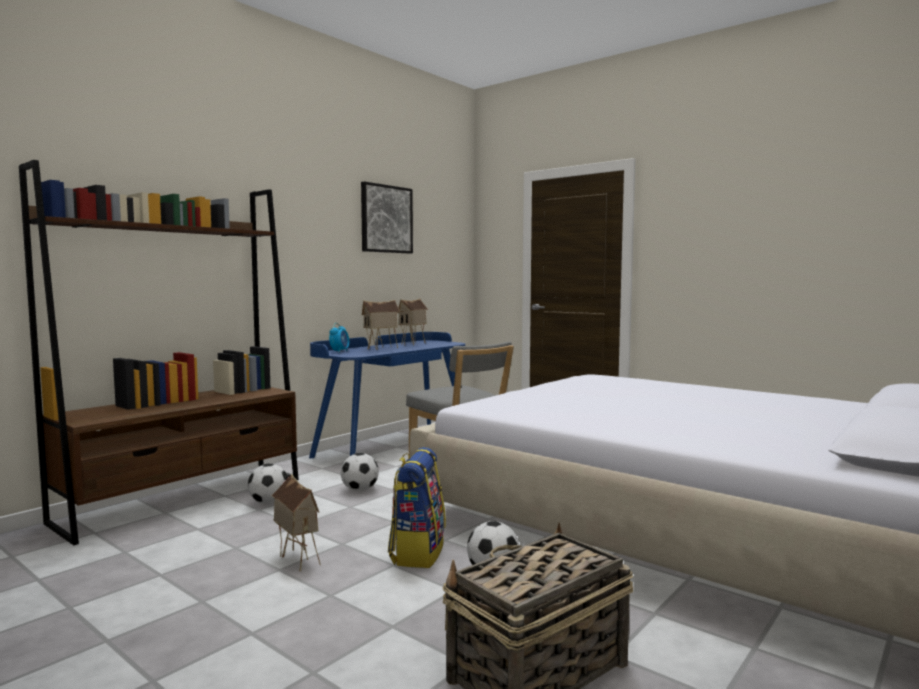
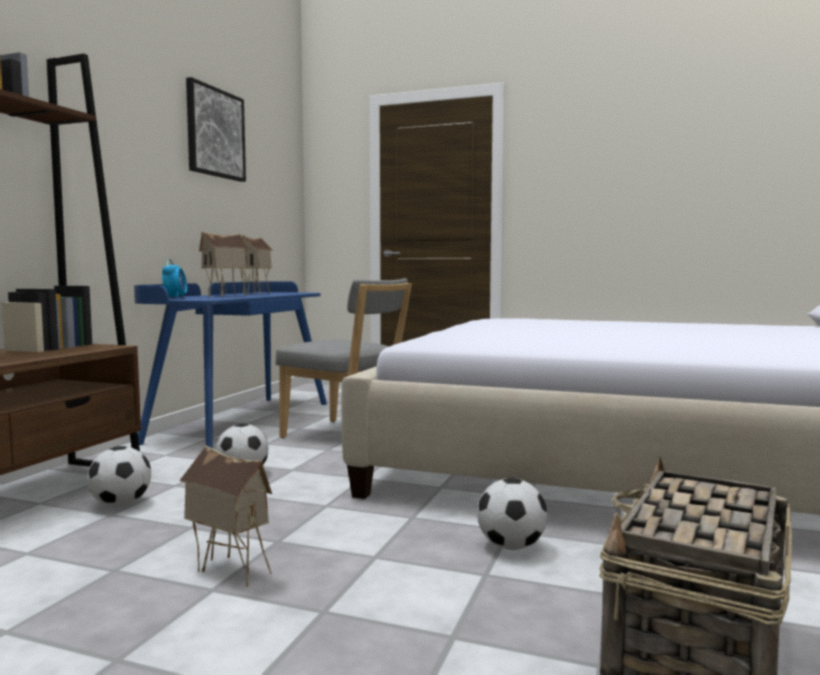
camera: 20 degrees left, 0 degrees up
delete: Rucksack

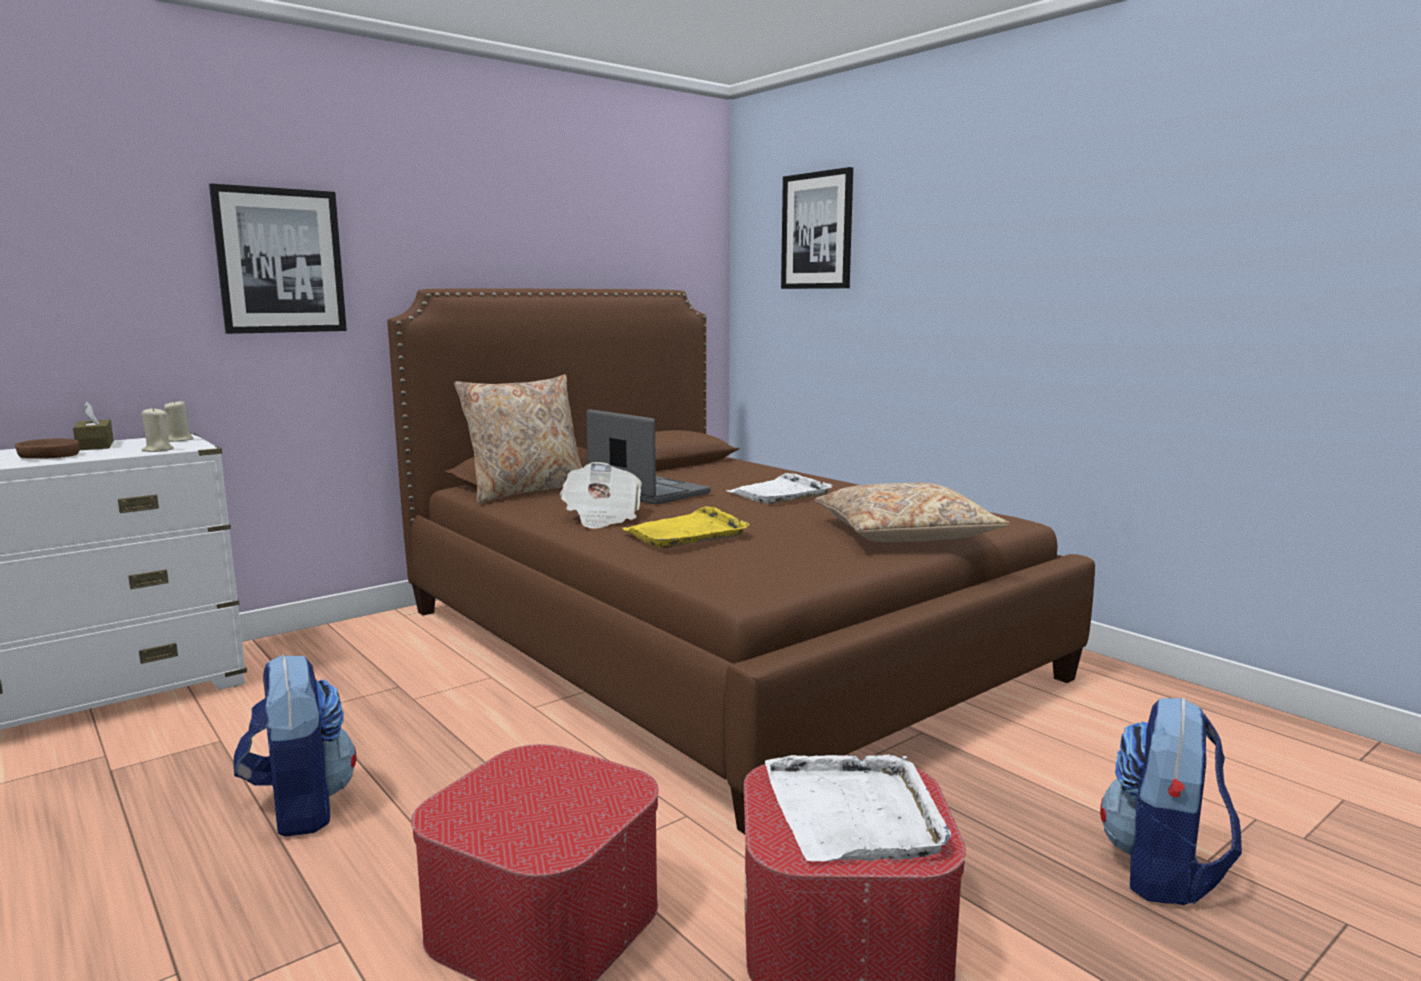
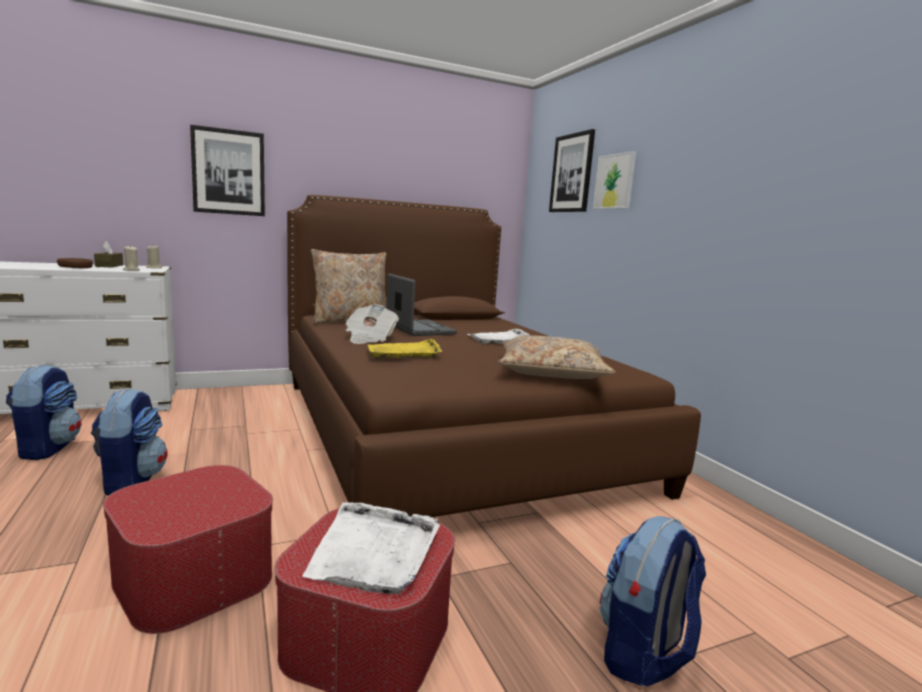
camera: 15 degrees right, 0 degrees up
insert: Rucksack (1st from left); Bild (3rd from left)

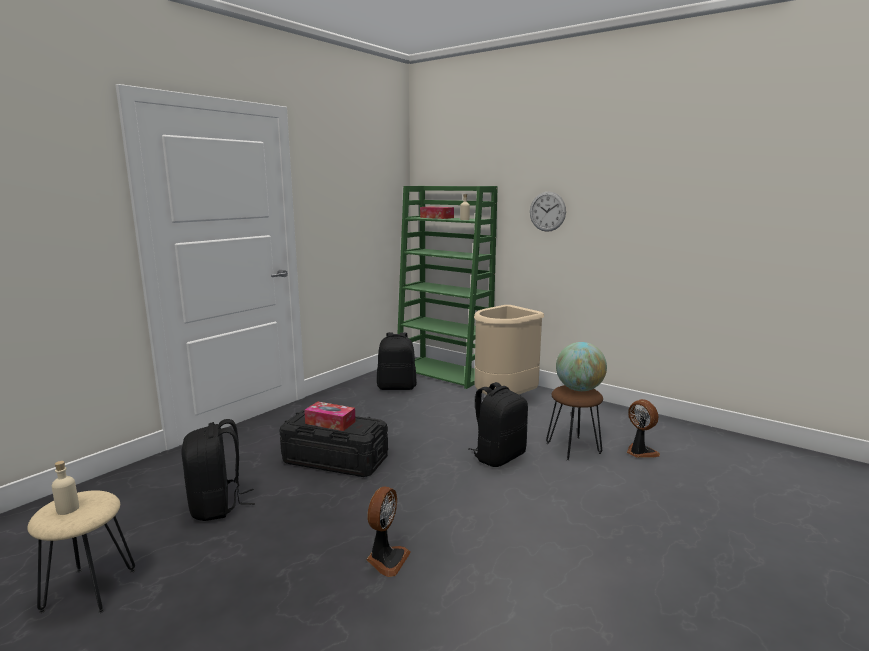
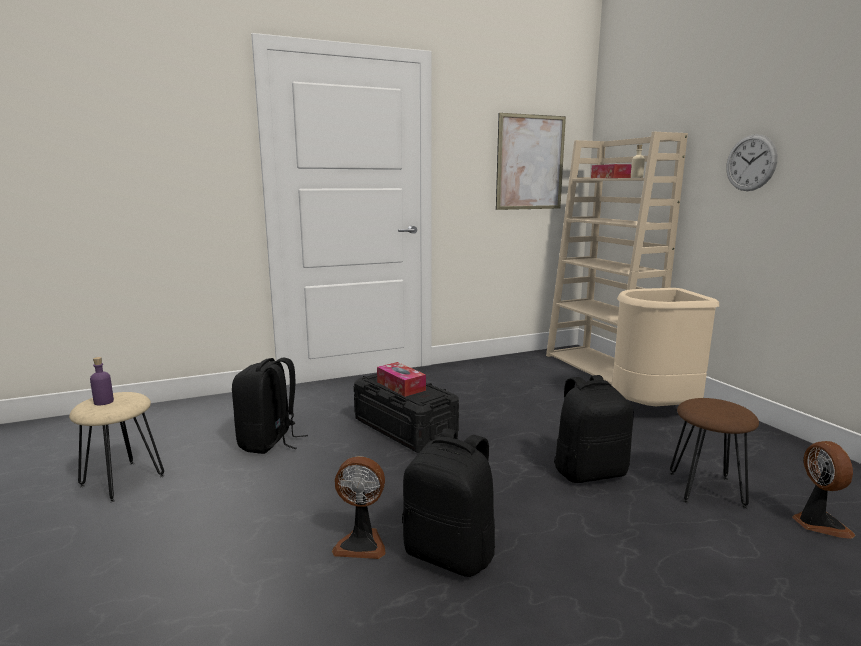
camera: 30 degrees right, 0 degrees up
delete: Globus
insert: Bild
move: Rucksack/schwarz (2nd from left)
recolor: Flasche/beige (1st from left) to Flasche/lila; Bücherregal/grün to Bücherregal/beige
rotate: Ventilator (1st from left) 45 degrees clockwise

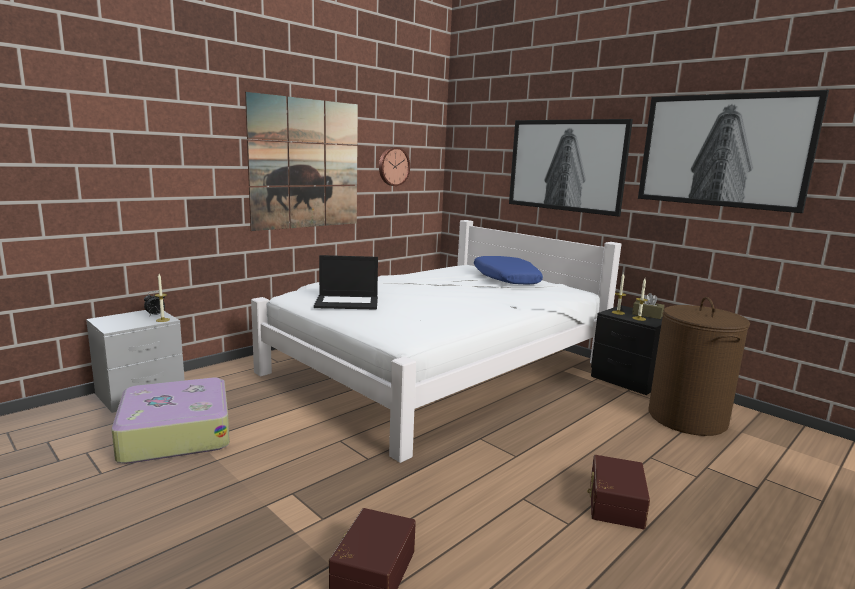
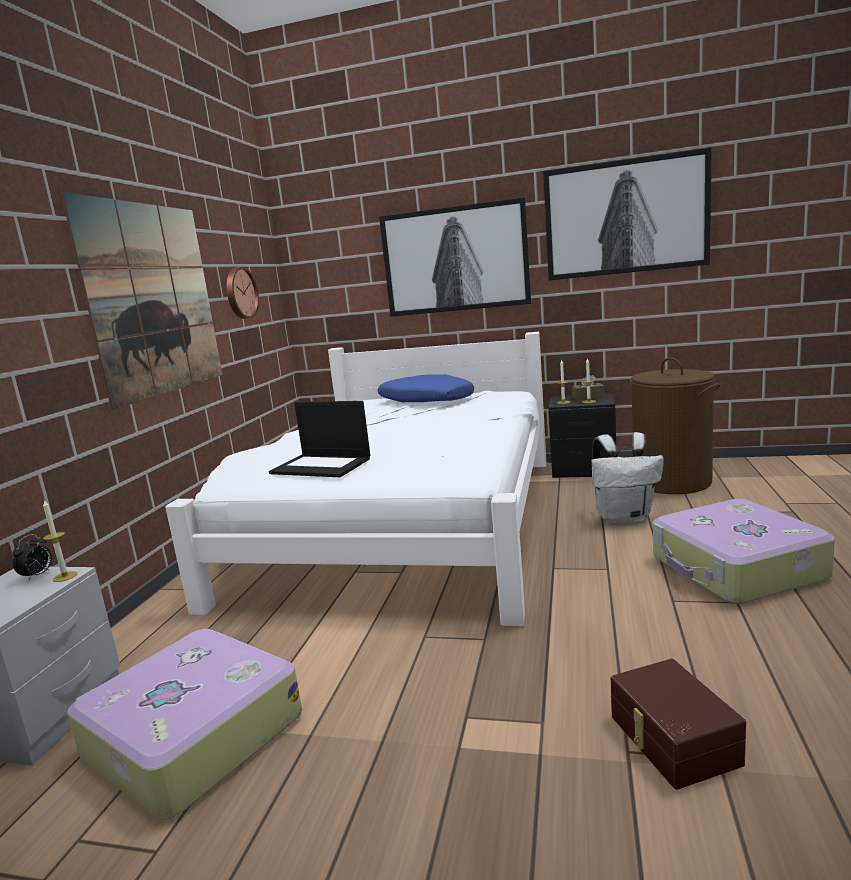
camera: 30 degrees left, 0 degrees up
insert: Rucksack/weiß
replace: Aufbewahrungsbox/braun (2nd from left) to Koffer (2nd from left)
rotate: Laptop 60 degrees clockwise

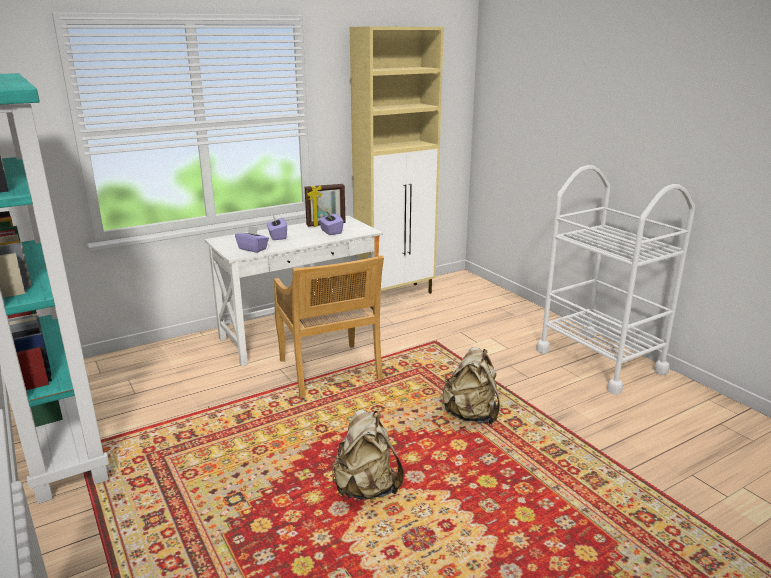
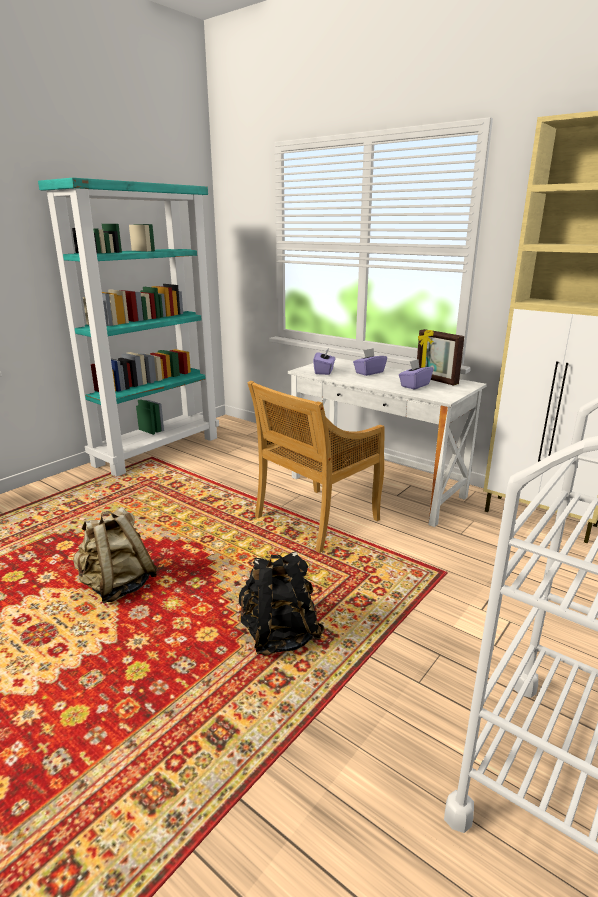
camera: 70 degrees right, 0 degrees up
recolor: Rucksack/beige (2nd from left) to Rucksack/schwarz

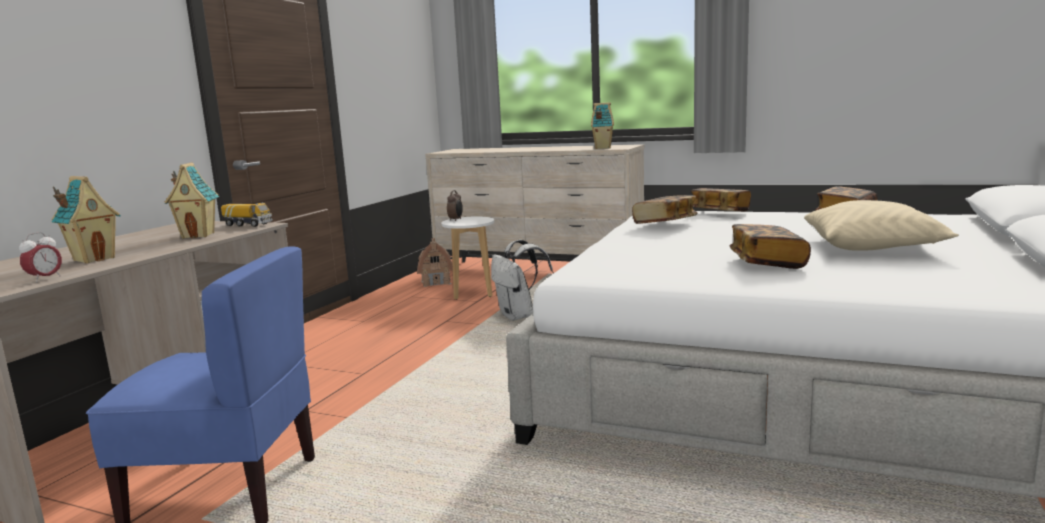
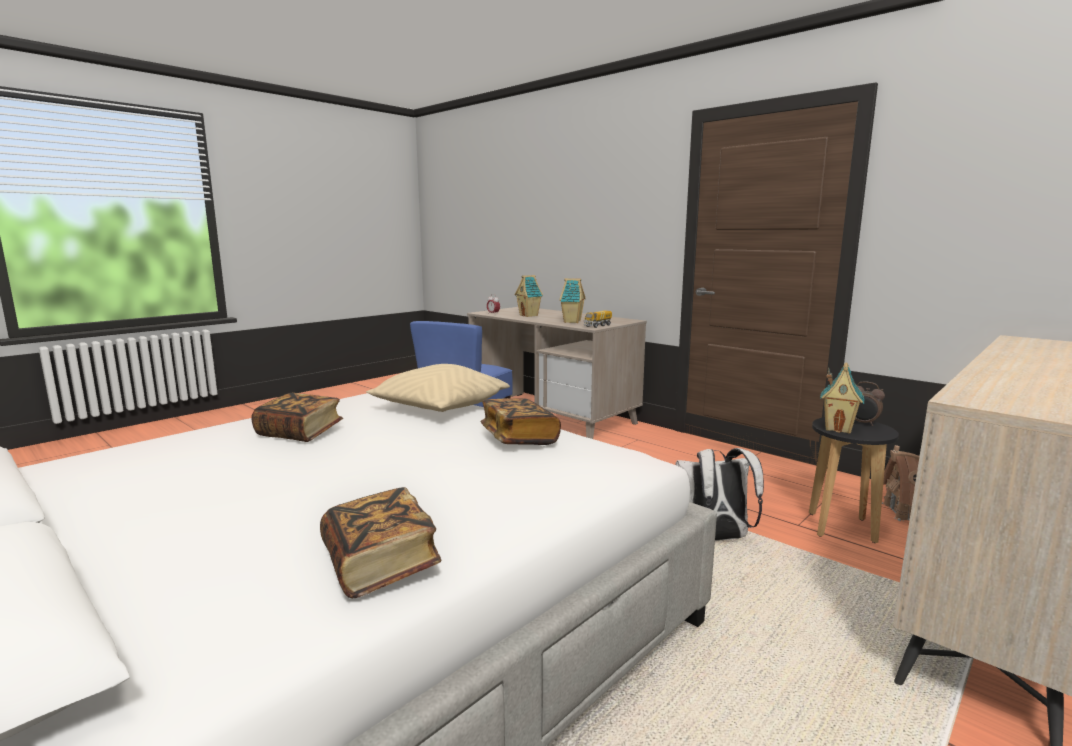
camera: 110 degrees right, 0 degrees up
delete: Buch (2nd from left)
move: Spielzeughaus (4th from left in the first image) to Spielzeughaus (3rd from left); Kissen/beige
recolor: Hocker/weiß to Hocker/schwarz

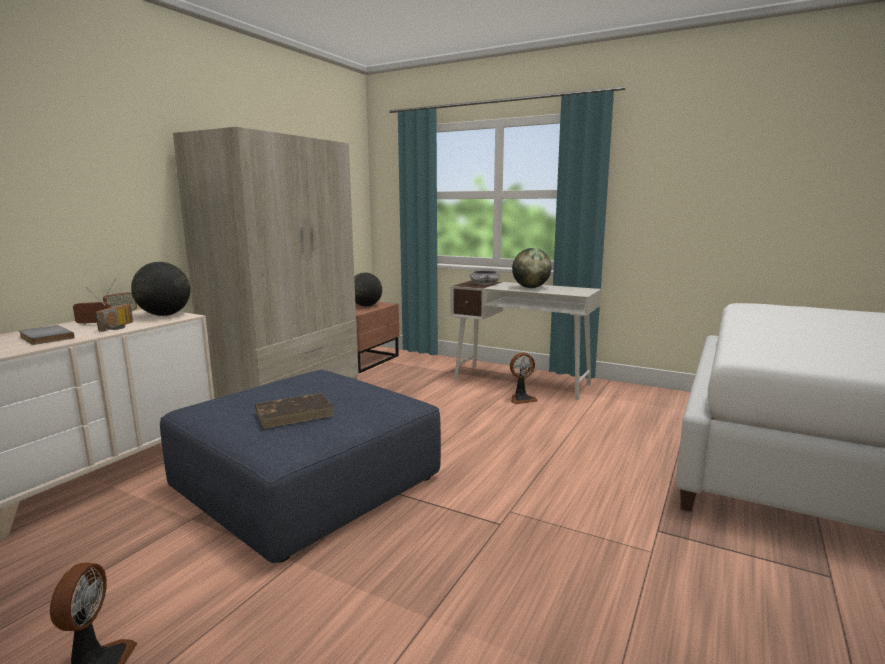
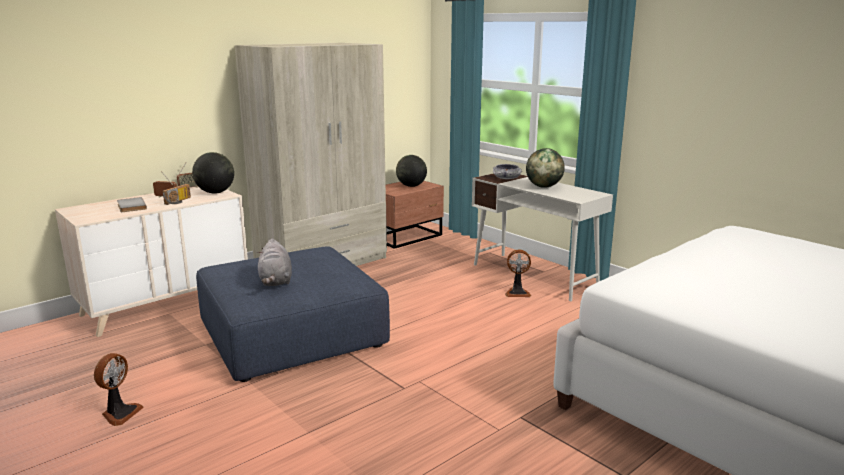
camera: 20 degrees right, 5 degrees up
replace: Buch/braun to Plüschtier/grau

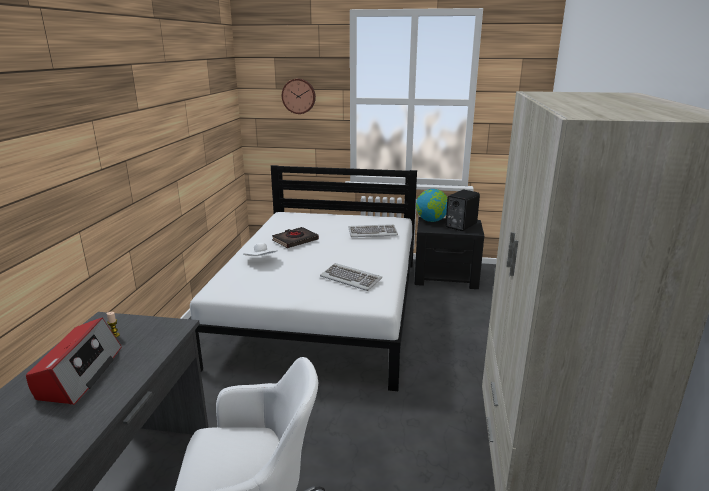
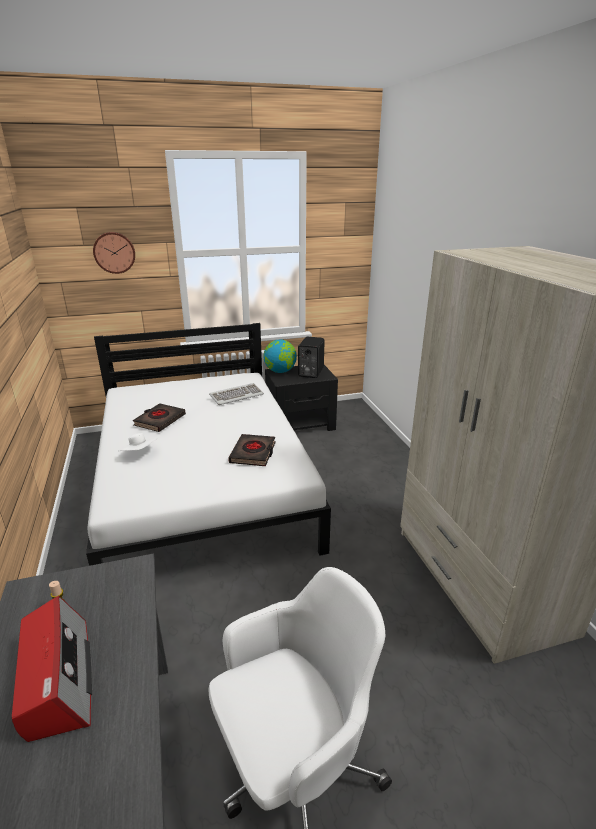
camera: 25 degrees left, 5 degrees up
replace: Tastatur (1st from left) to Buch/schwarz (2nd from left)

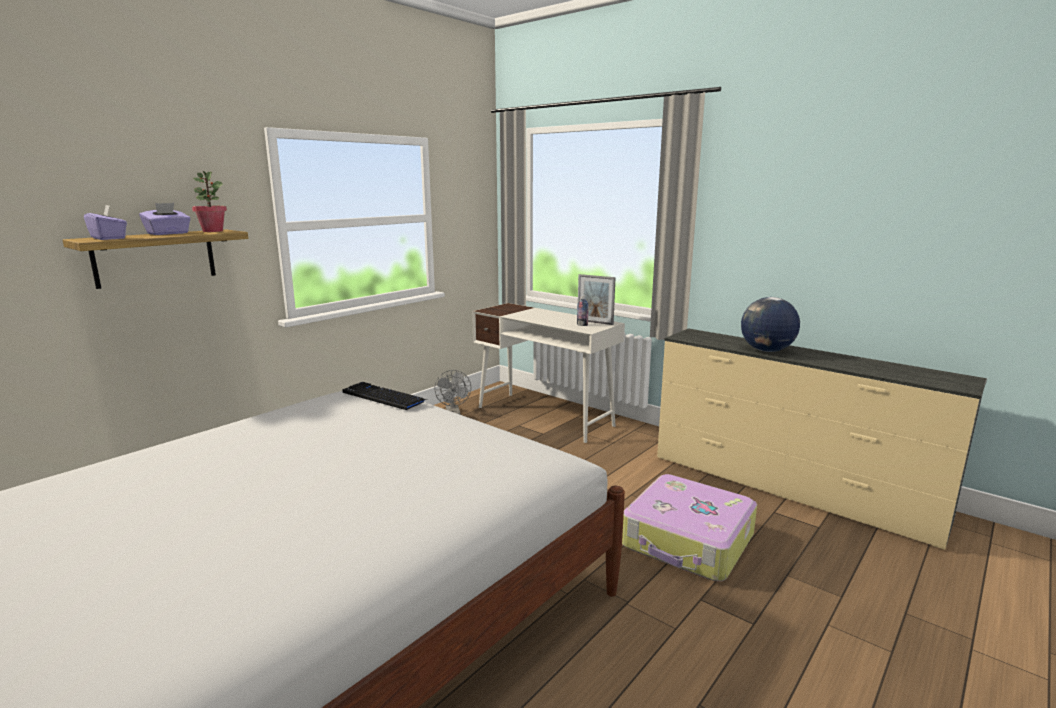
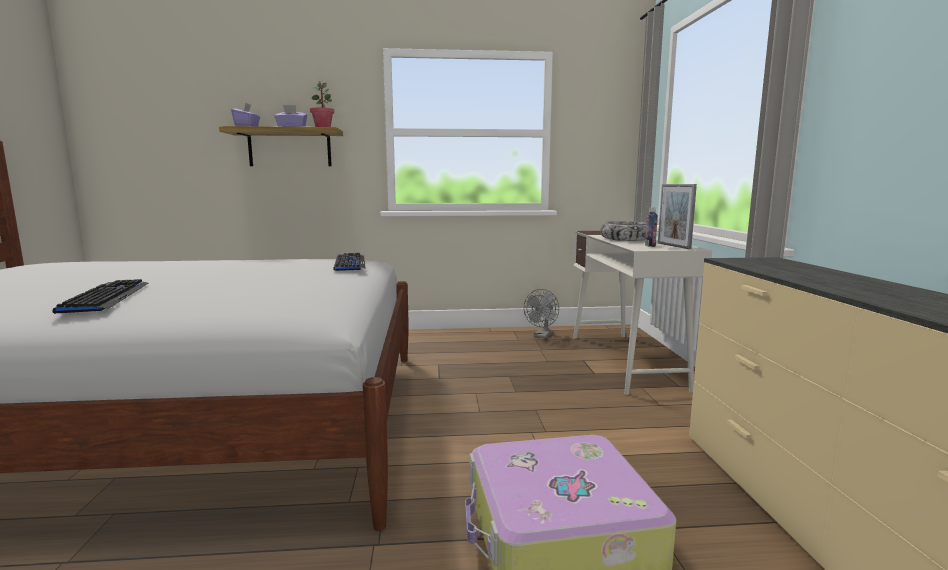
camera: 45 degrees right, 5 degrees down
delete: Globus
insert: Tastatur (1st from left); Schüssel

